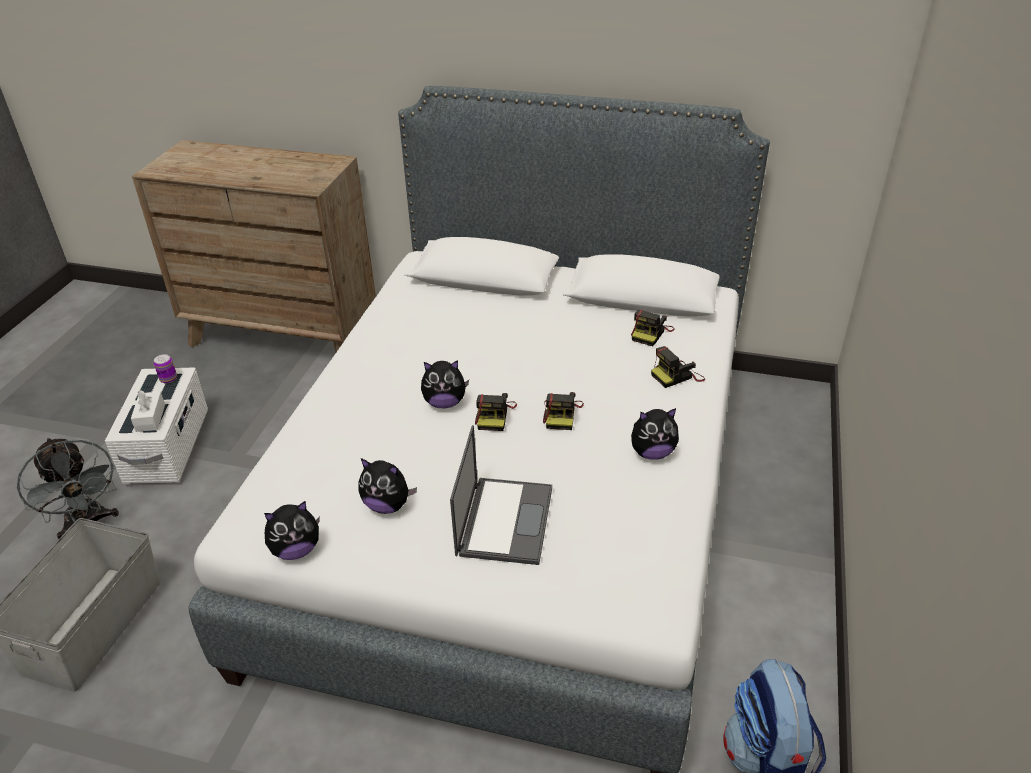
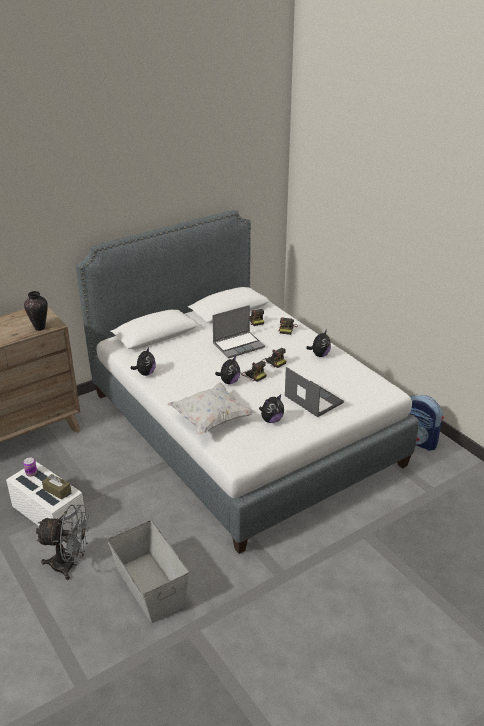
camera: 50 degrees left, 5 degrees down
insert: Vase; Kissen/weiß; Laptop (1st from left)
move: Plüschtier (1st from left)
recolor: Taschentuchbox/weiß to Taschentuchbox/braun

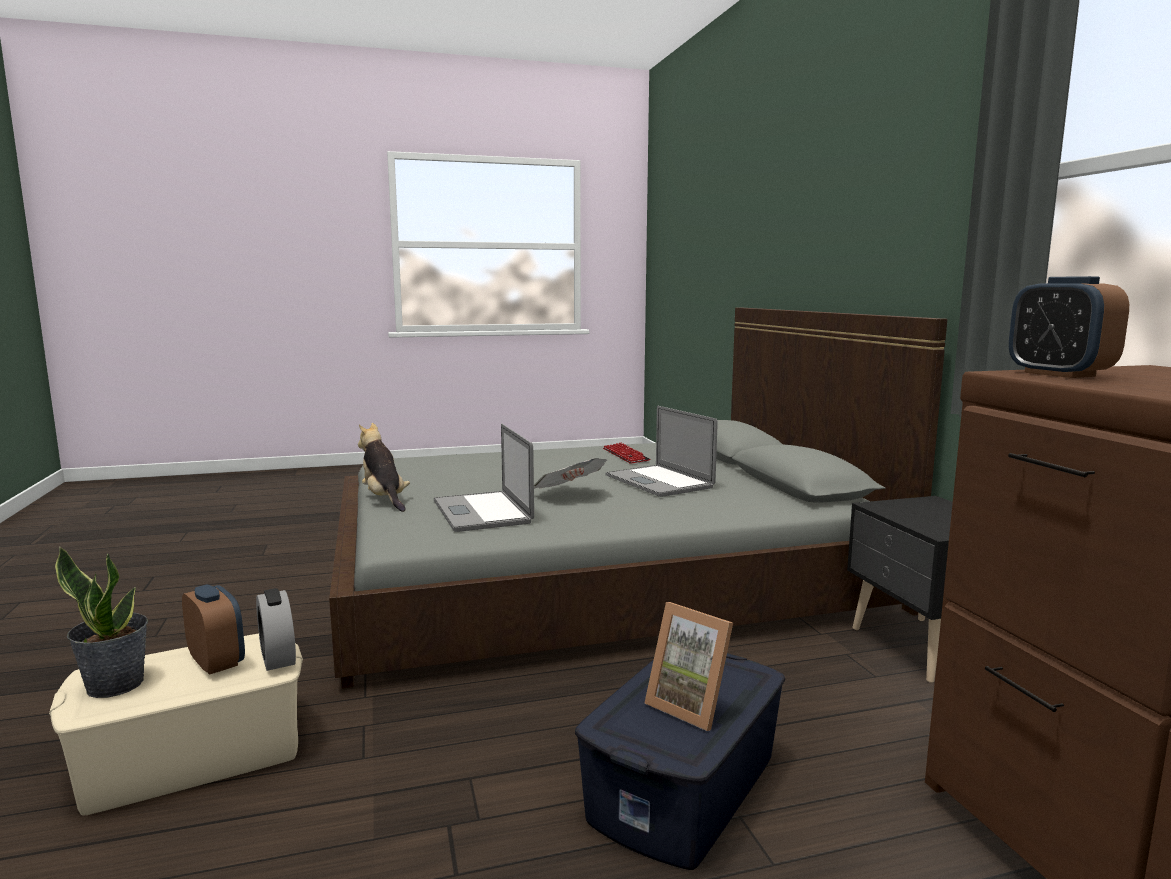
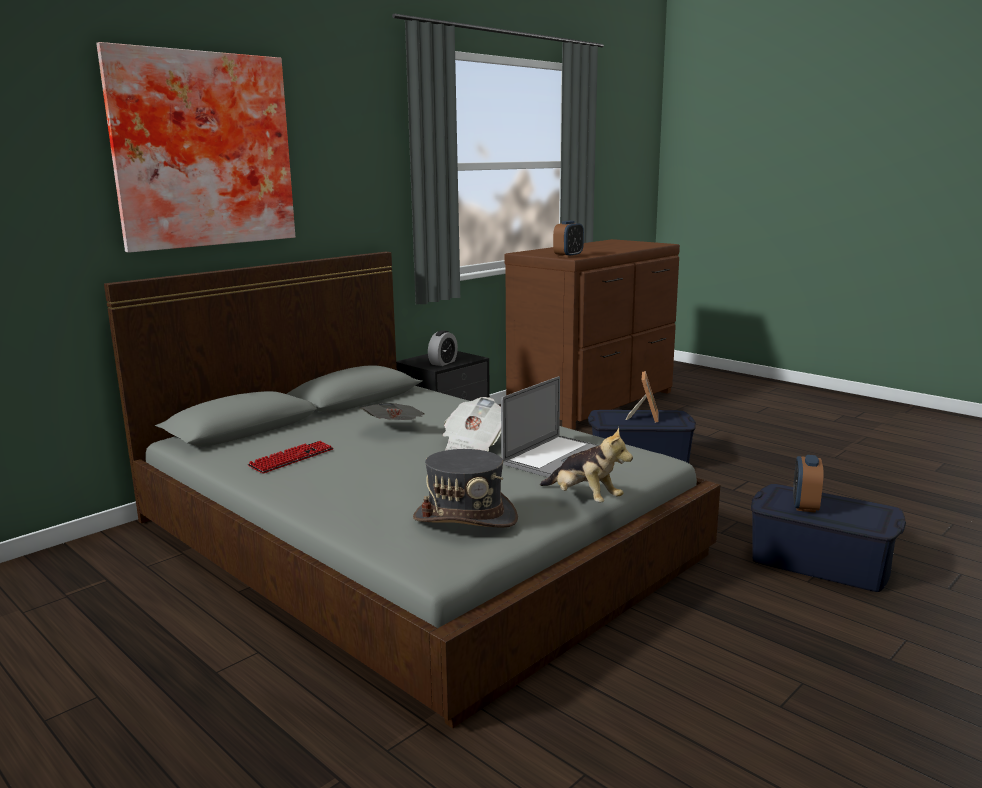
camera: 120 degrees left, 5 degrees up
delete: Topfpflanze
insert: Bild; Hut/grau
move: Wecker (2nd from left in the first image) to Wecker (1st from left)
replace: Laptop (2nd from left) to Zeitung (1st from left)
recolor: Aufbewahrungsbox/beige to Aufbewahrungsbox/blau (2nd from left)
rotate: Plüschtier 75 degrees counterclockwise

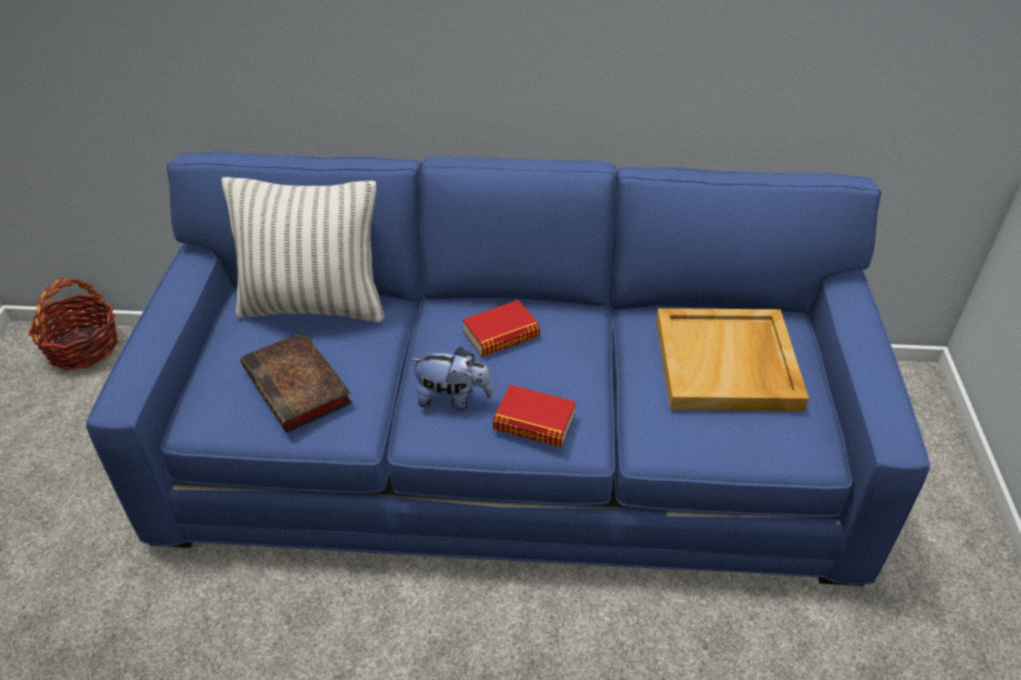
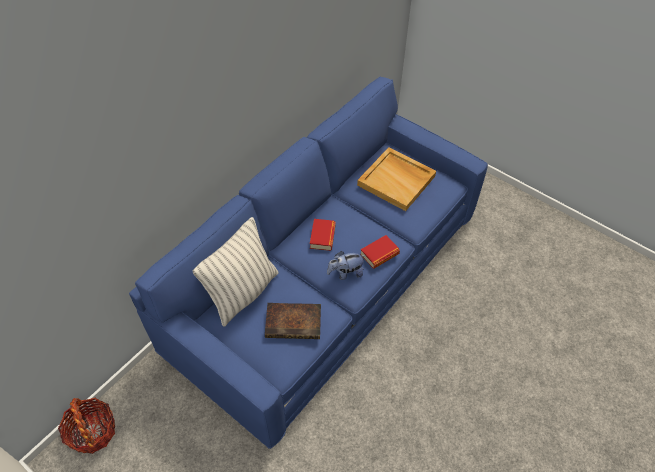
camera: 55 degrees left, 10 degrees up
rotate: Plüschtier 150 degrees counterclockwise

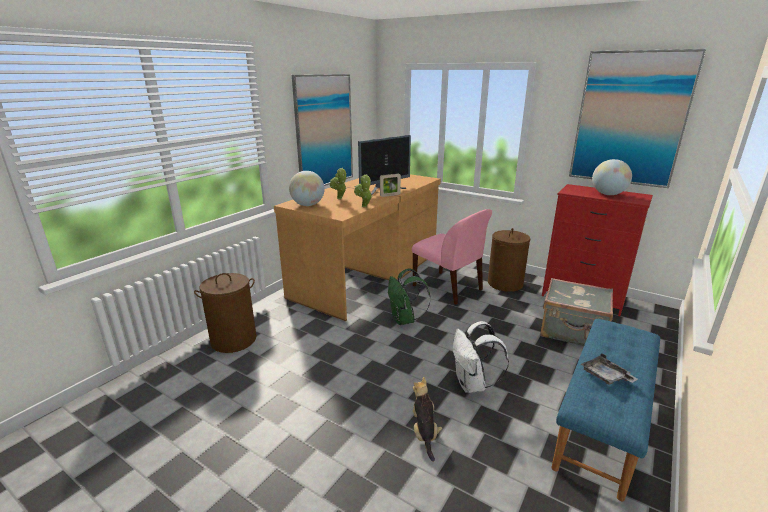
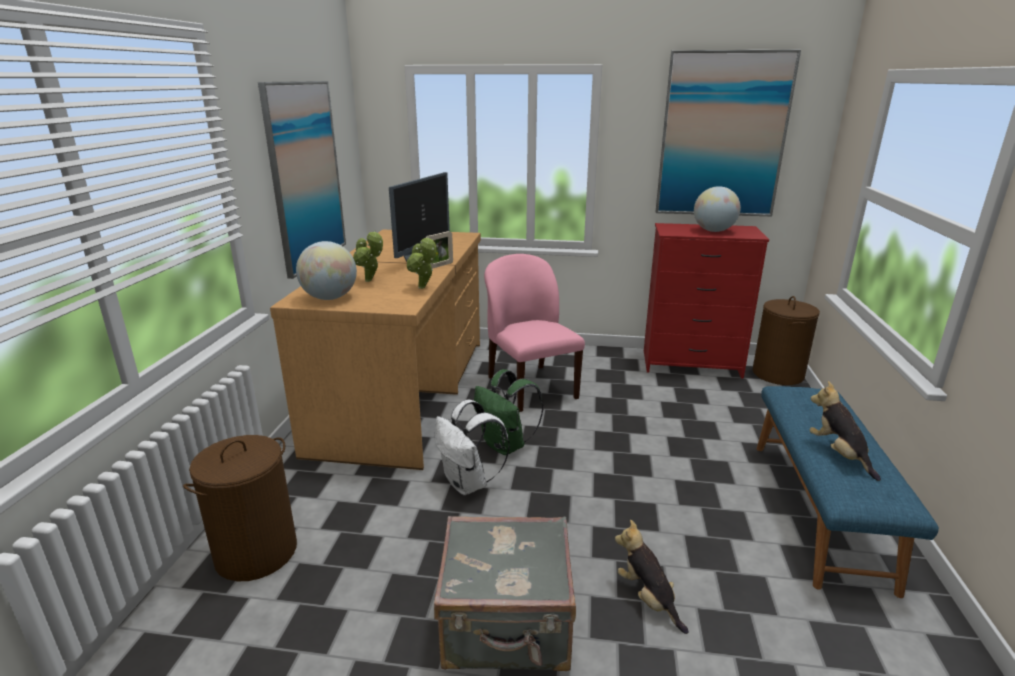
camera: 25 degrees left, 0 degrees up
move: Rucksack/weiß; Wäschekorb/braun (2nd from left); Koffer/grau
replace: Tablett/grau to Plüschtier (2nd from left)
rotate: Stuhl/rosa 135 degrees counterclockwise

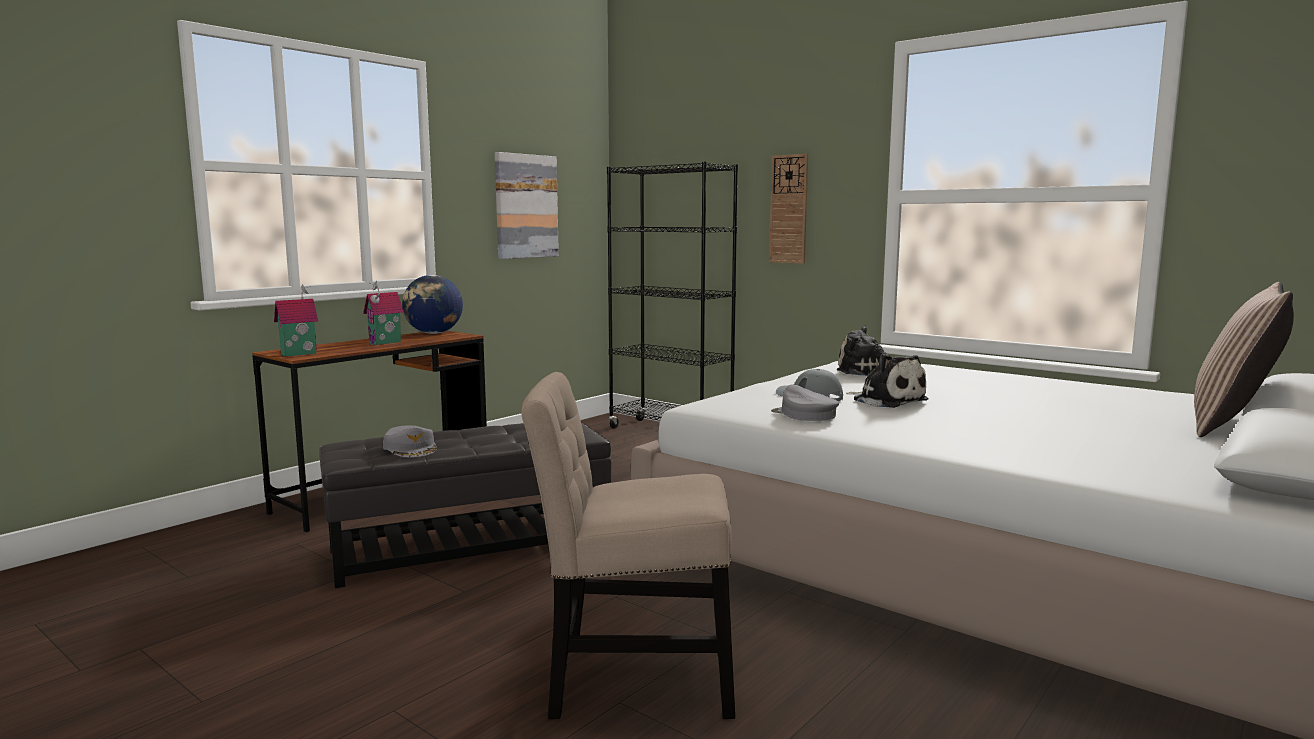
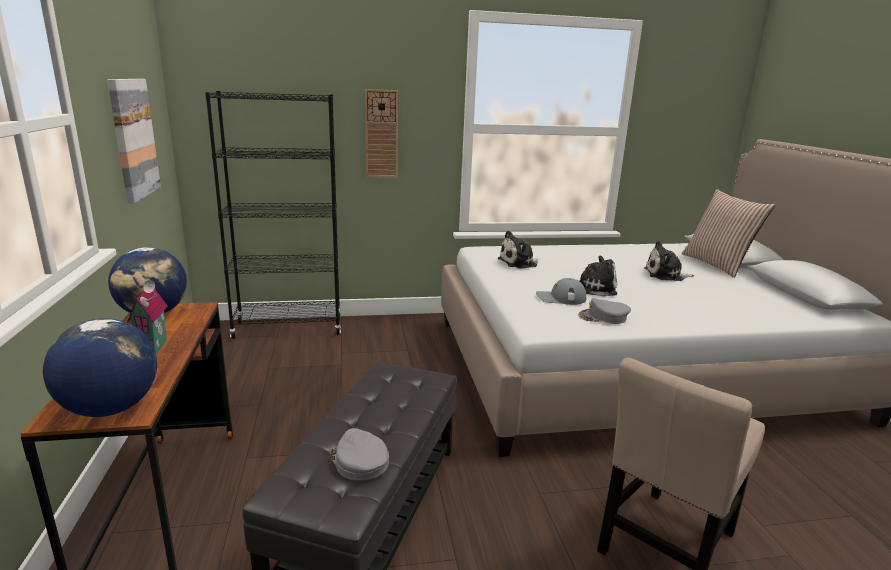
camera: 50 degrees left, 10 degrees up
insert: Plüschtier (3rd from left)
replace: Spielzeughaus (1st from left) to Globus (1st from left)
rotate: Kappe/grau (1st from left) 135 degrees counterclockwise

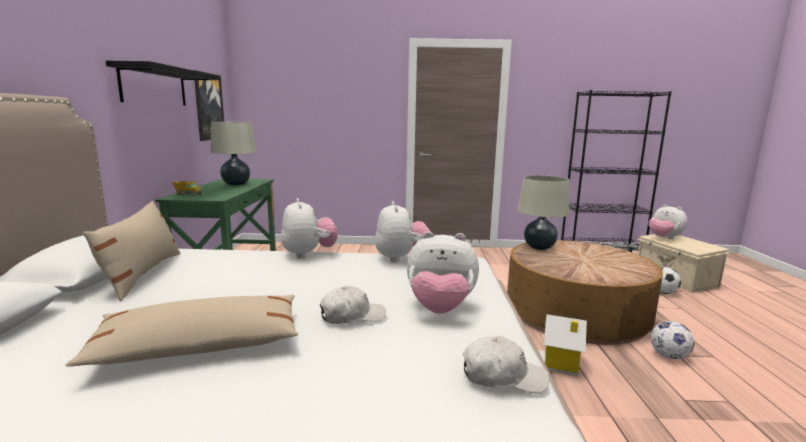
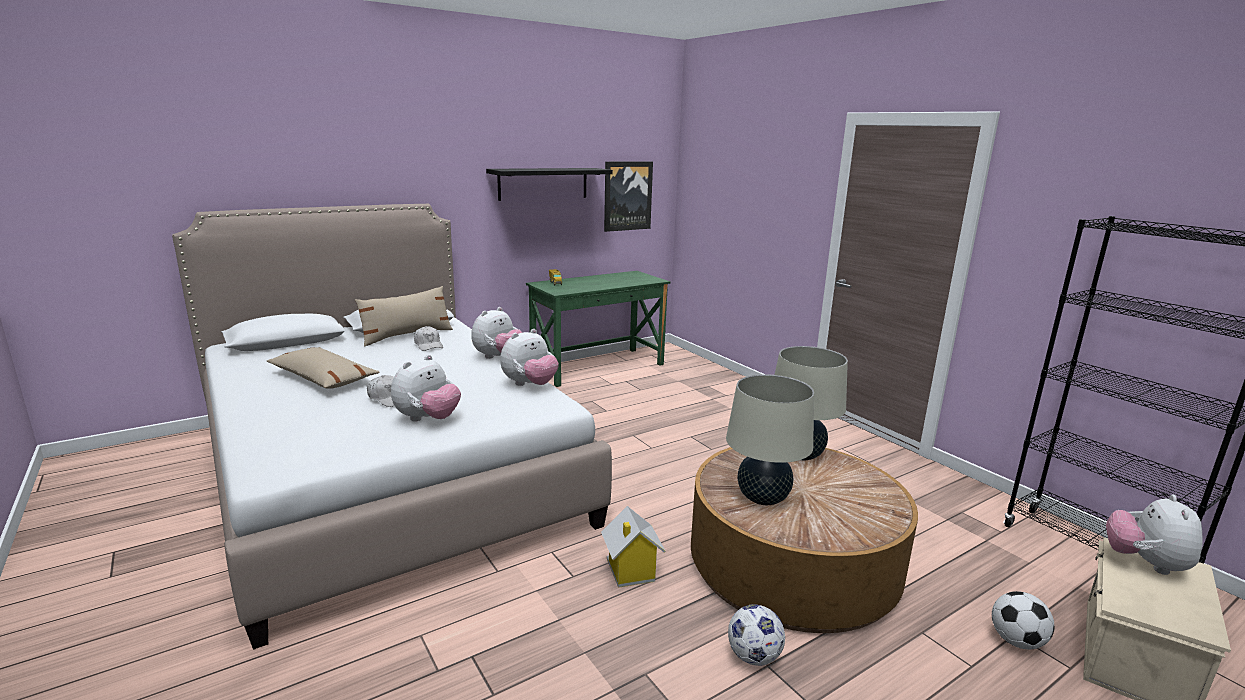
camera: 55 degrees right, 5 degrees up
move: Tischlampe/beige (1st from left); Kappe/weiß (2nd from left)
rotate: Plüschtier (3rd from left in the first image) 120 degrees counterclockwise

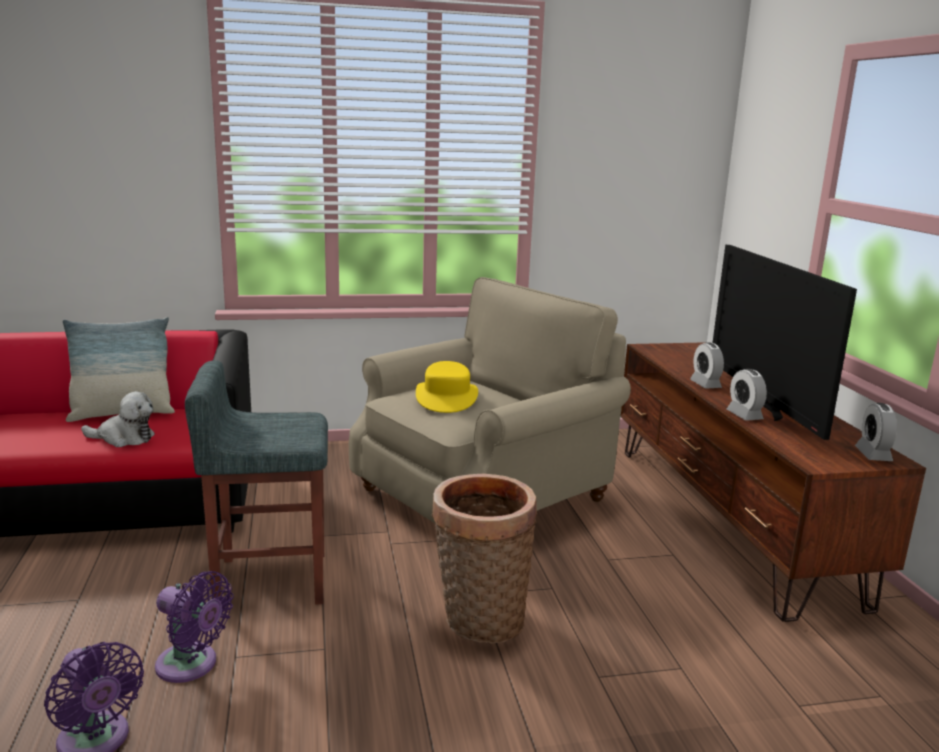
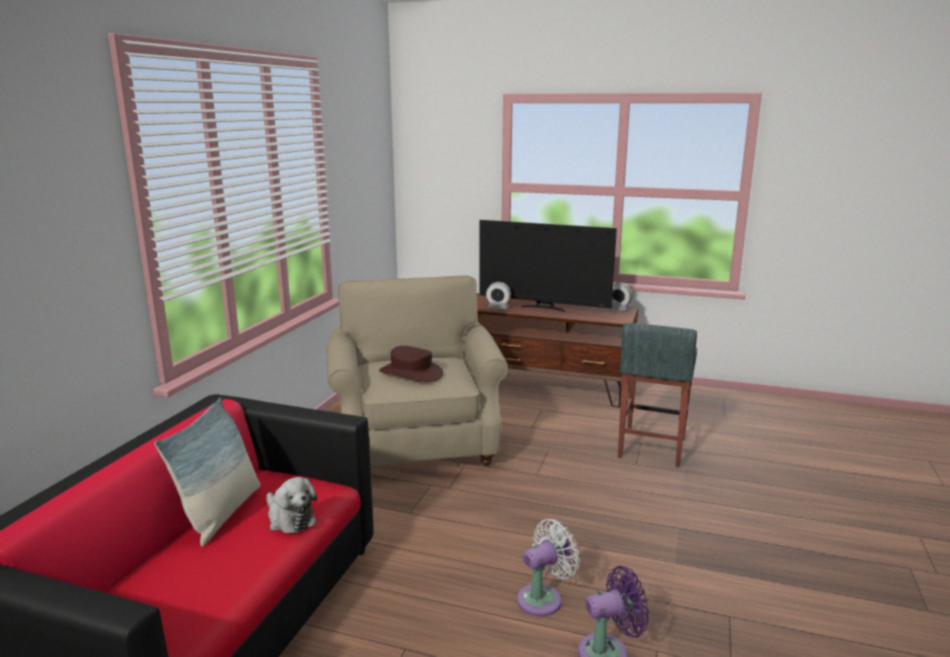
camera: 60 degrees left, 0 degrees up
delete: Korb; Wecker (2nd from left)
move: Hocker/grau
recolor: Ventilator/lila (2nd from left) to Ventilator/weiß; Hut/gelb to Hut/braun
rotate: Plüschtier 105 degrees clockwise

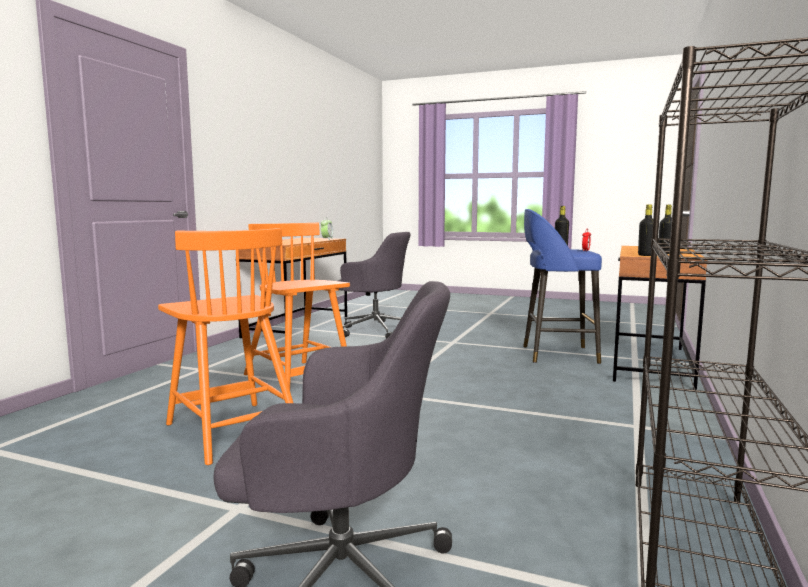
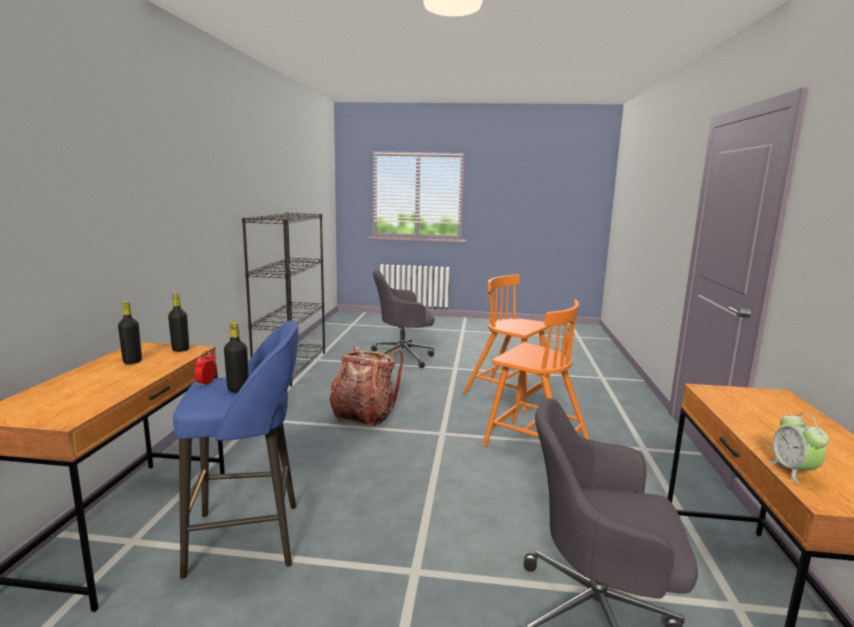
camera: 165 degrees right, 5 degrees up
insert: Rucksack

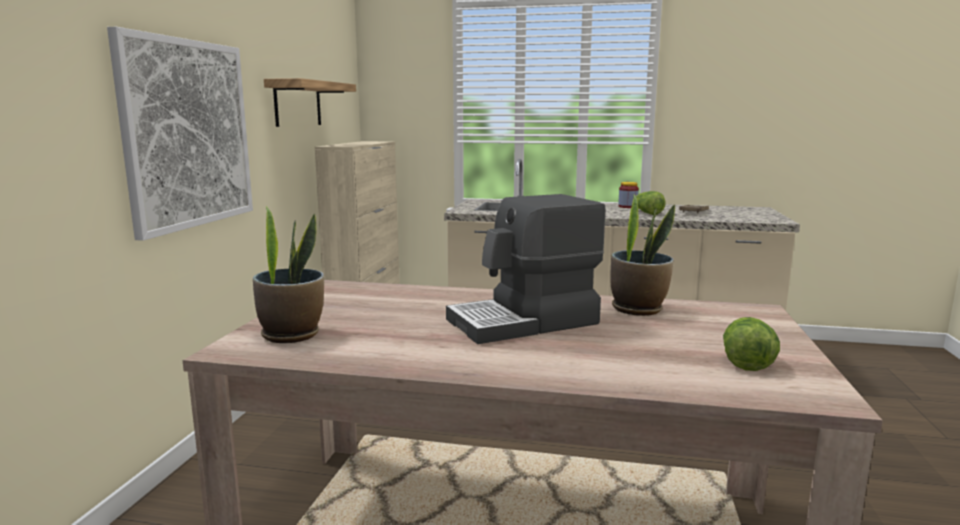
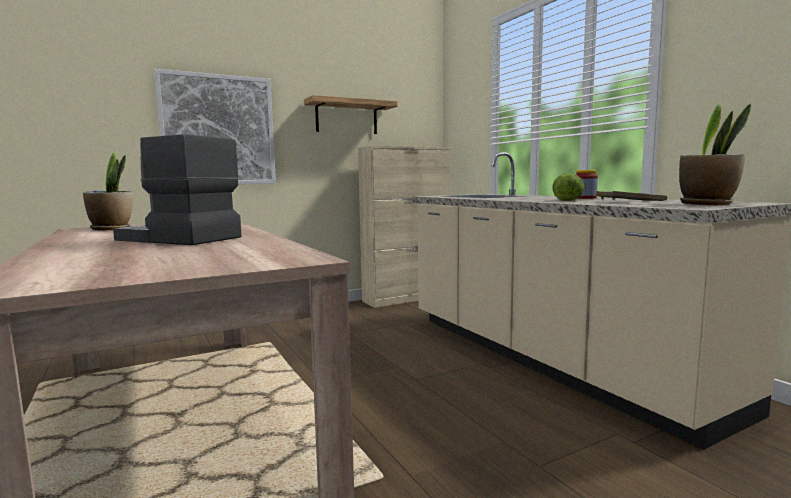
camera: 50 degrees right, 5 degrees down
delete: Salatkopf (2nd from left)
move: Topfpflanze (2nd from left)

